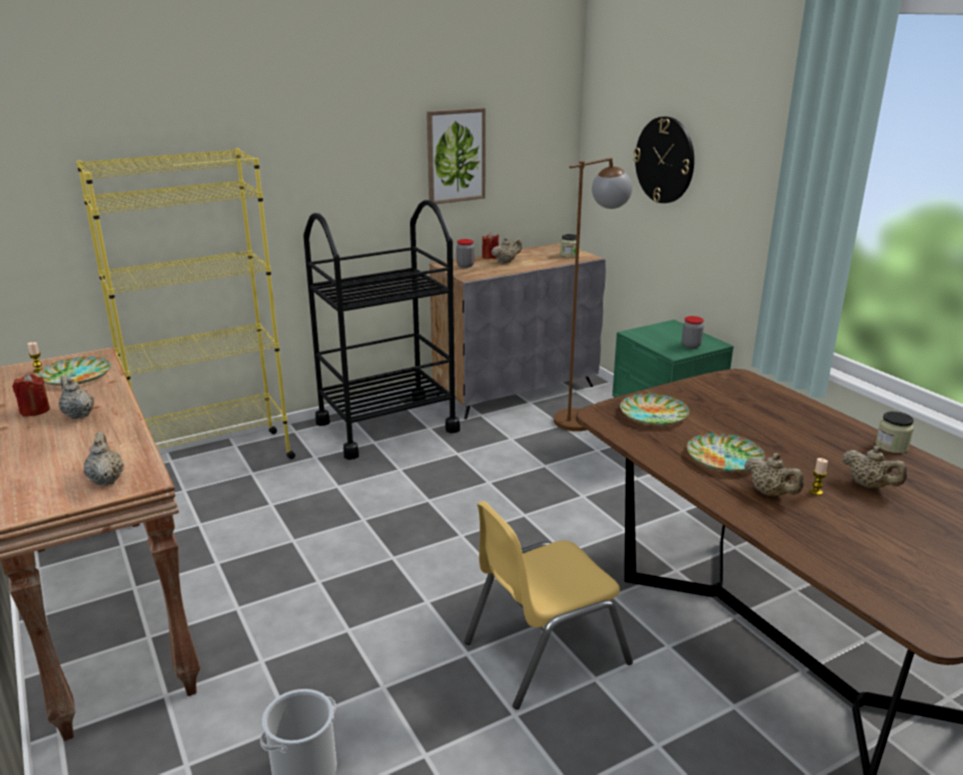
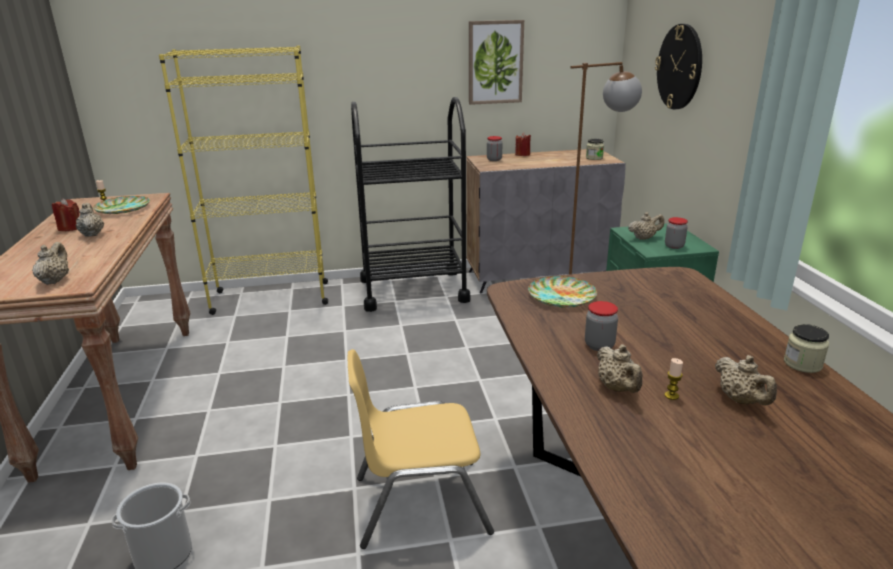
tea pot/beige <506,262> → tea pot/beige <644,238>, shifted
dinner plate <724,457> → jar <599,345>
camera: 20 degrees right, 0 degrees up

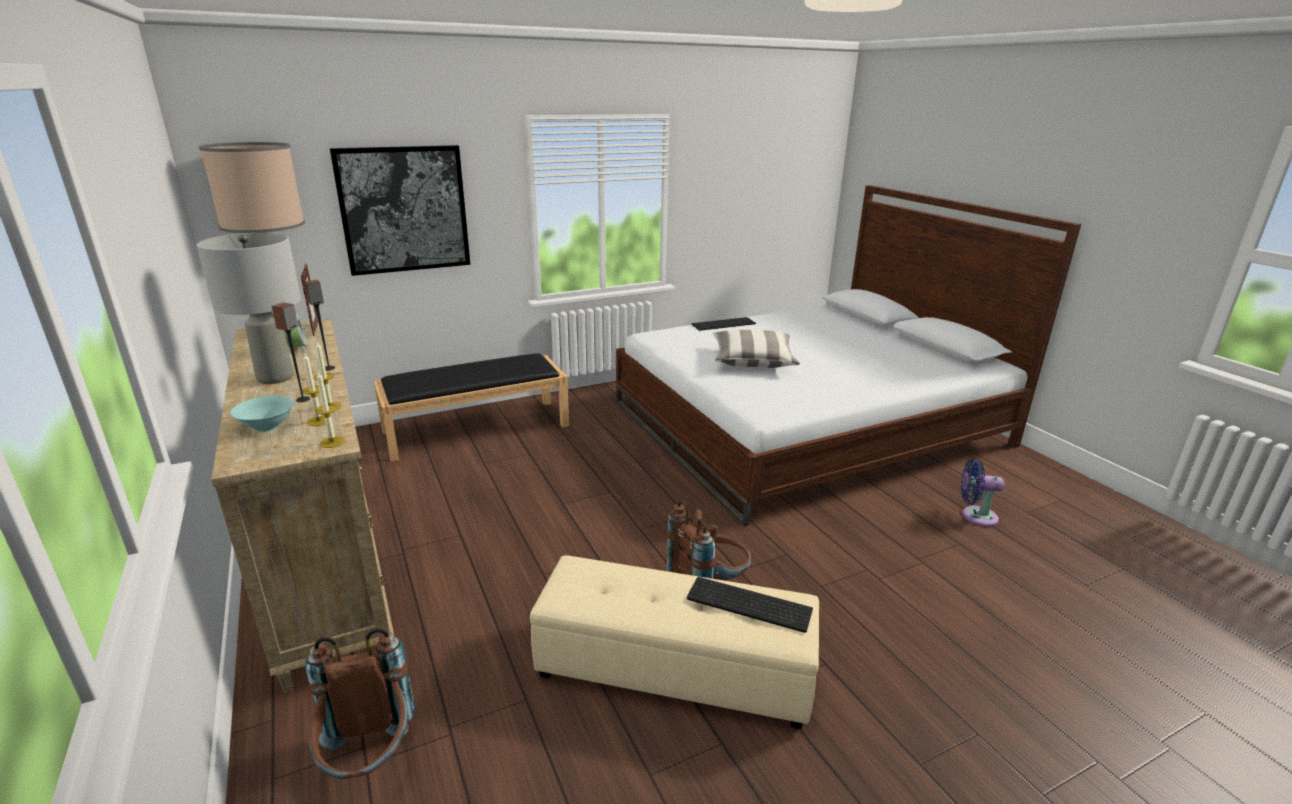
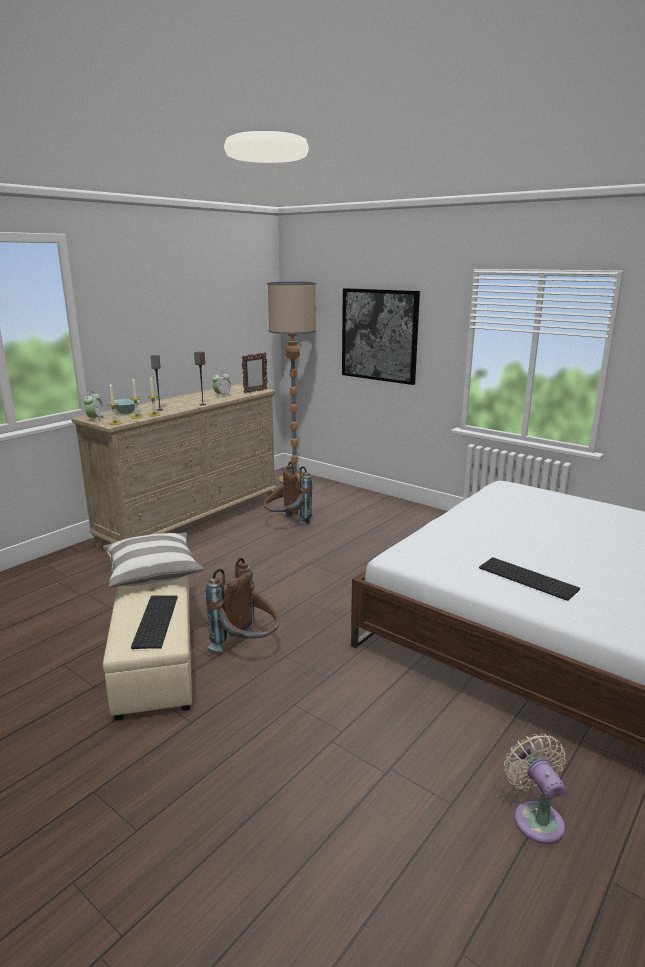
lamp for a table/greyish <276,377> → -
long seat/black <477,428> → -
- → table clock <95,419>
rucksack/brownish <369,762> → rucksack/brownish <287,523>, shifted
PC keyboard <723,324> → PC keyboard <529,578>, shifted
throw pillow <752,361> → throw pillow <153,572>, shifted
cooling fan/blue <975,516> → cooling fan/beige <536,817>
camera: 65 degrees right, 5 degrees down

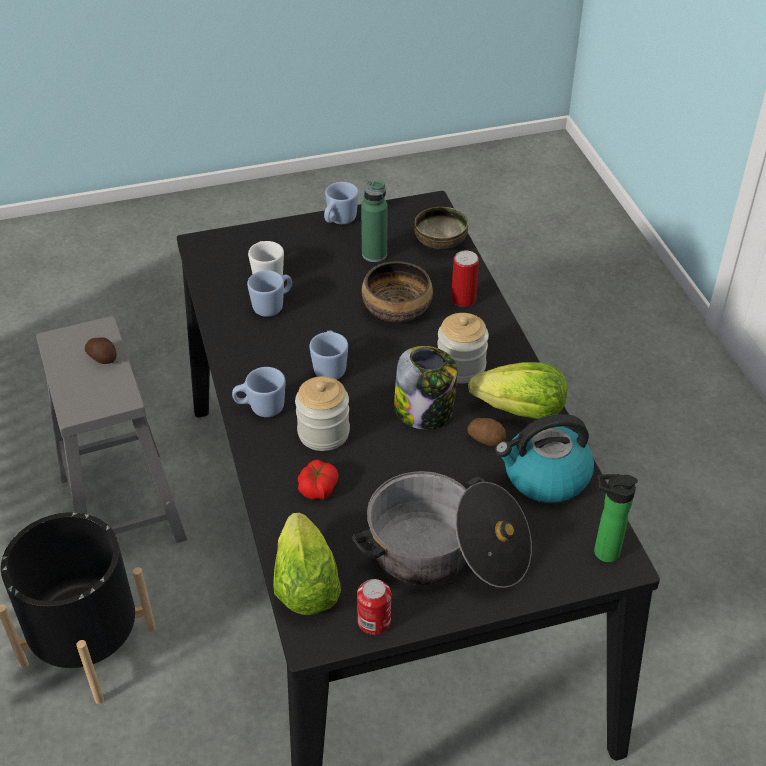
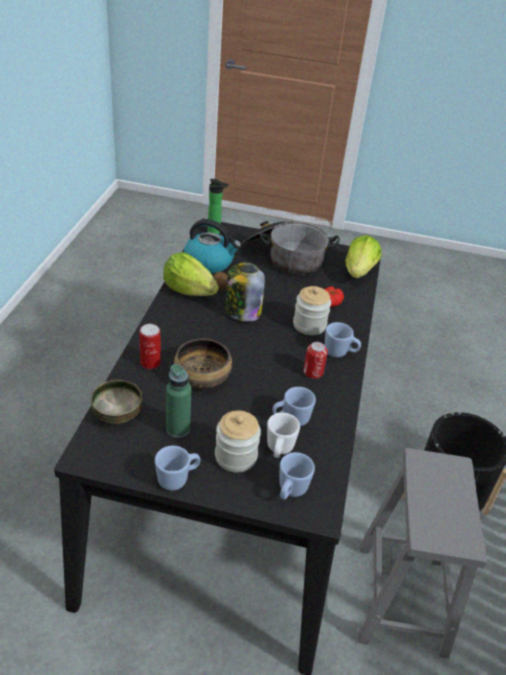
spud <102,357> → -
coffee mug/blue <330,367> → coffee mug/blue <290,491>, shifted
metal can <374,621> → metal can <313,372>, shifted
jar <461,367> → jar <236,456>, shifted
camera: 155 degrees left, 5 degrees down

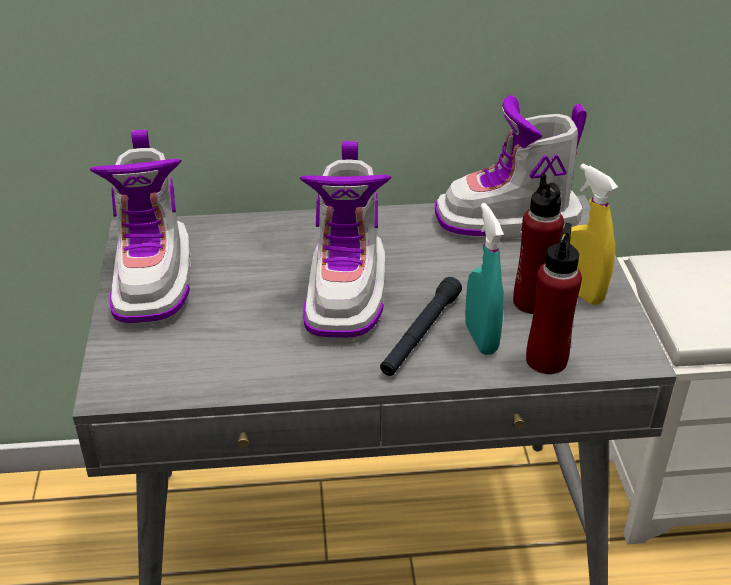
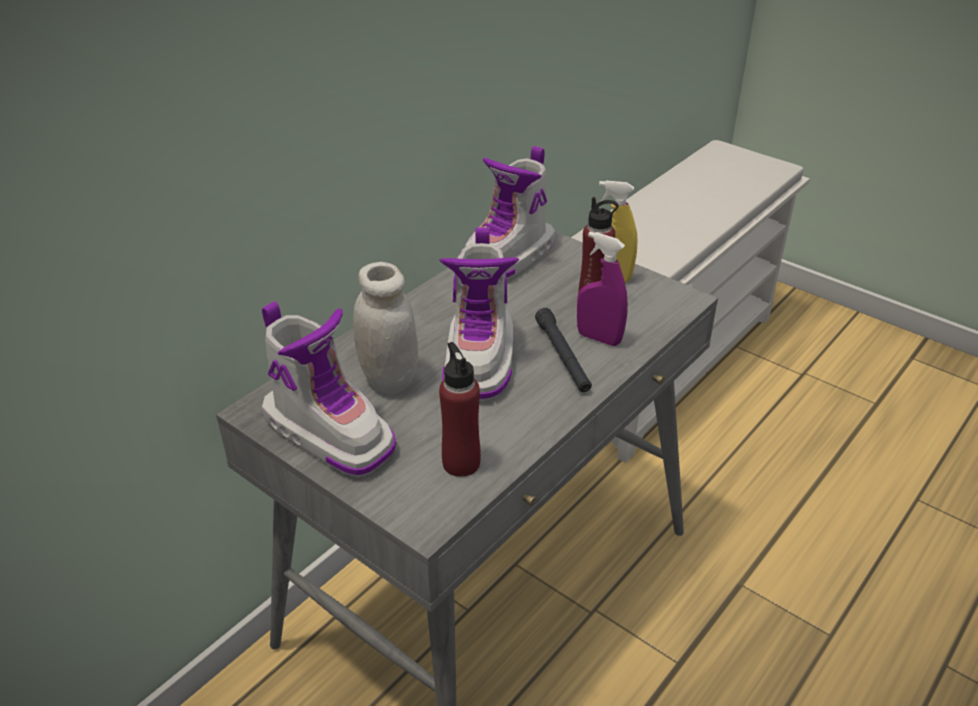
- → jar/white <389,379>
drink bottle/red-coloured <546,360> → drink bottle/red-coloured <461,463>, shifted
hand sprayer/blue-green <481,339> → hand sprayer/purple <599,338>
tall boot <347,293> → tall boot <480,359>, 45 degrees clockwise
camera: 45 degrees left, 0 degrees up

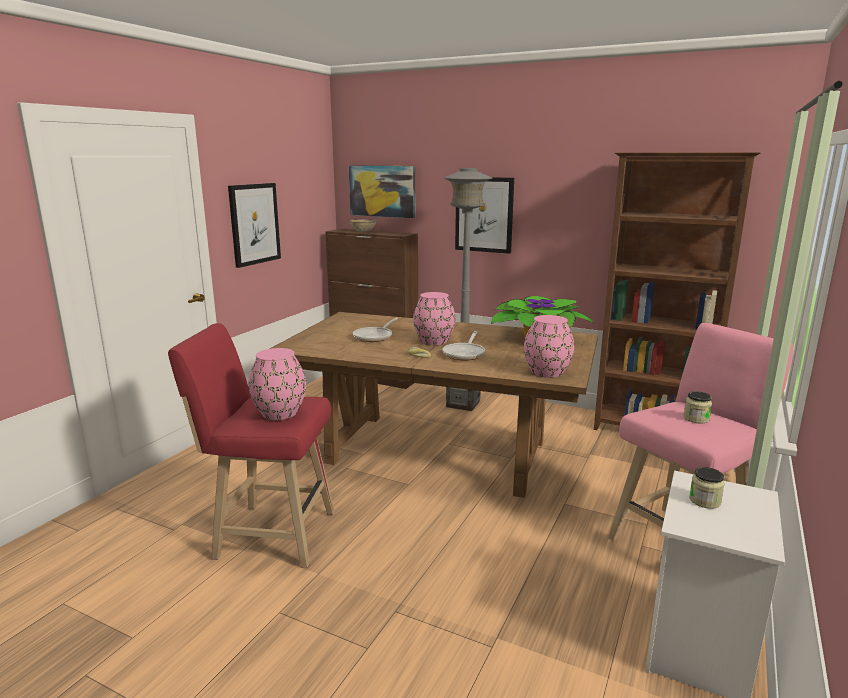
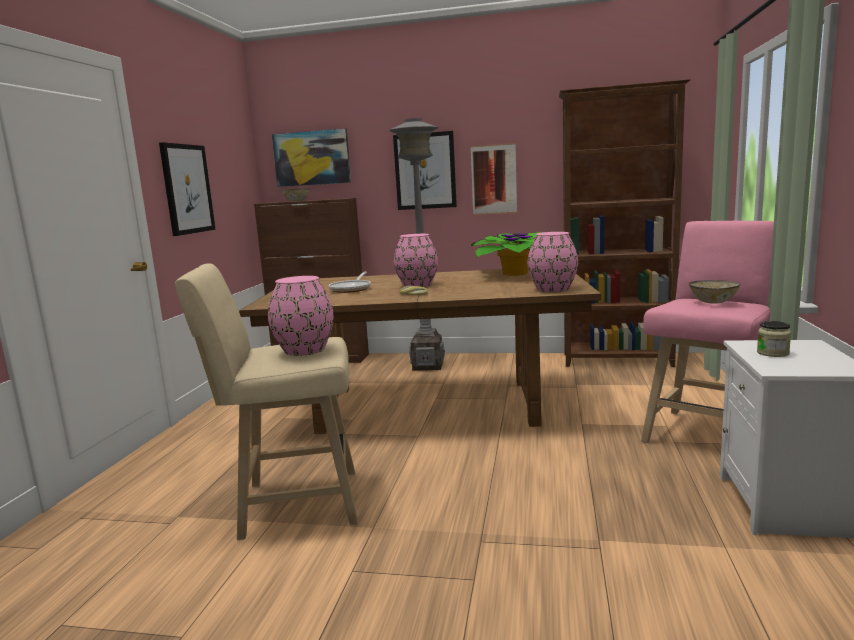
pan <465,354> → -
- → wall picture <494,179>
jar <696,418> → serving bowl <712,302>
stool seat/red-coloured <269,534> → stool seat/beige <292,504>
camera: 15 degrees left, 5 degrees down

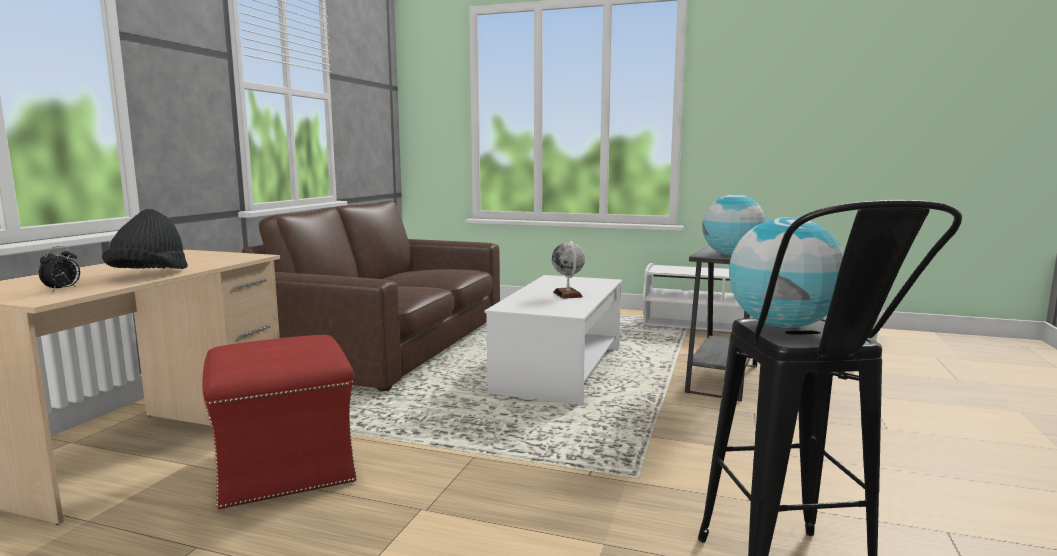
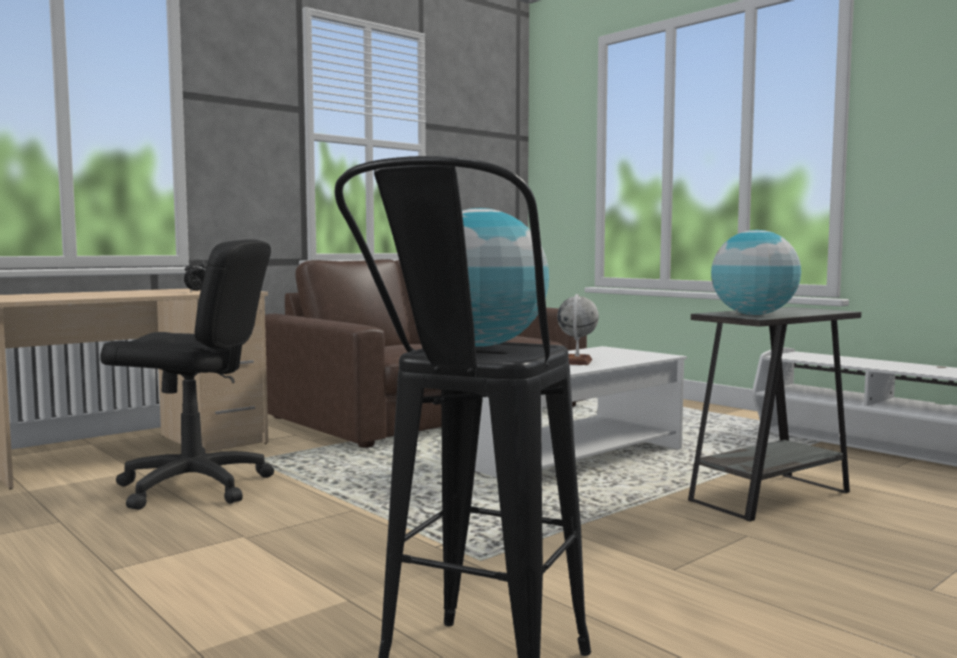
clothing hat/black <149,275> → -
table clock <62,289> → table clock <198,291>, shifted
footrest/red-coloured <285,468> → computer chair/black <193,487>
camera: 30 degrees right, 5 degrees down

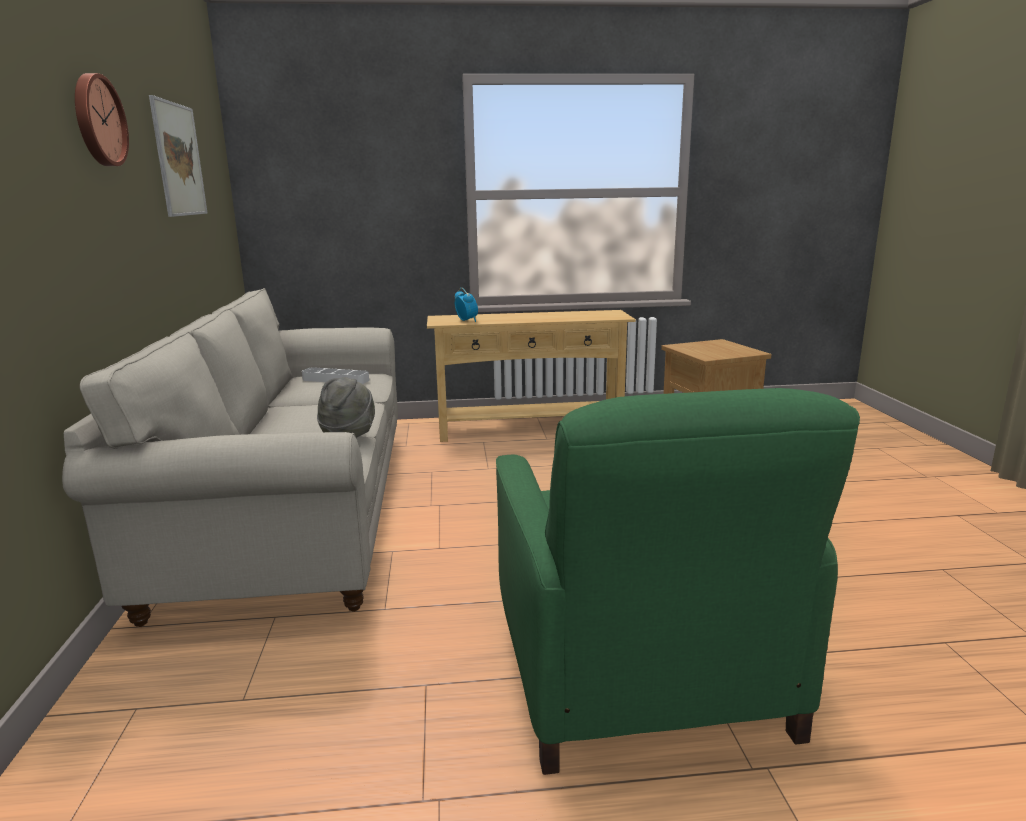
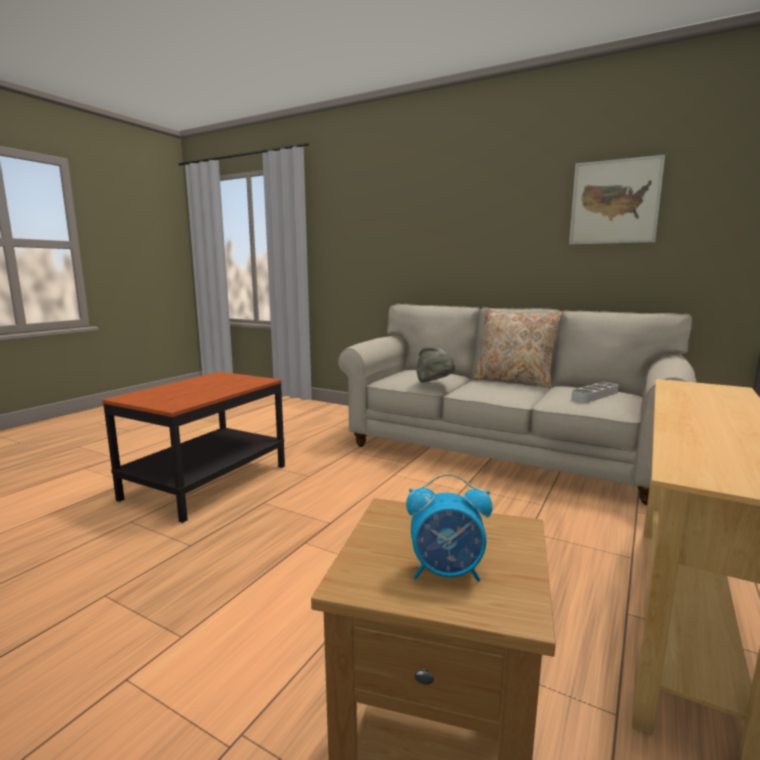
clock on the wall <97,120> → -
- → throw pillow/beige <514,381>
table clock <466,320> → table clock <447,572>, shifted
lounge chair/green <639,674> → accent table <206,482>
camera: 125 degrees right, 5 degrees down

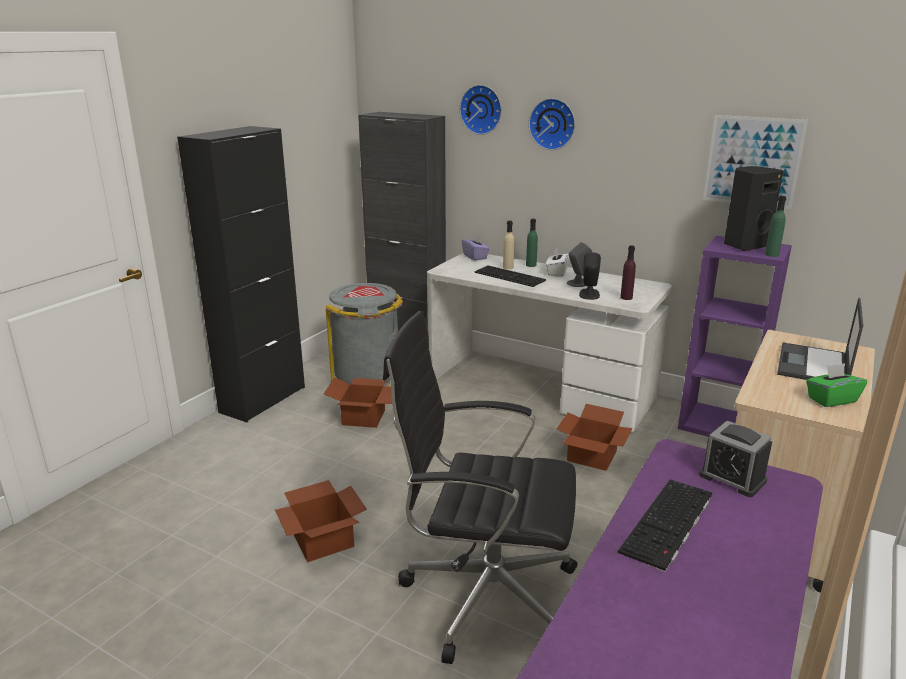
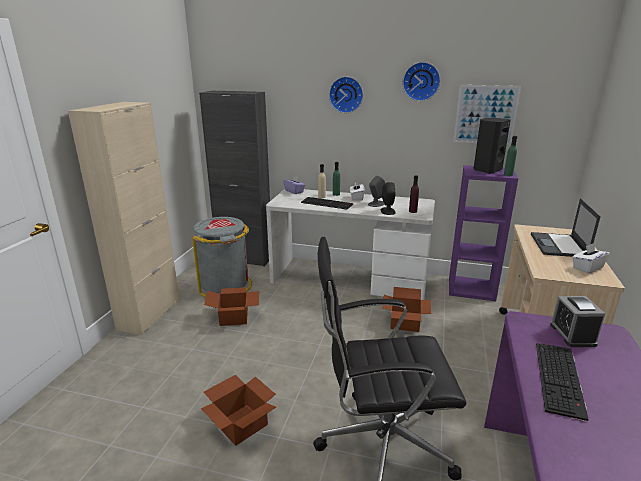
clock on the wall <482,109> → clock on the wall <421,81>, shifted
cupboard/black <263,399> → cupboard/beige <149,314>
tissue holder/green <831,399> → tissue holder/white <587,268>
table clock <732,478> → table clock <572,334>, 60 degrees clockwise
camera: 15 degrees left, 0 degrees up

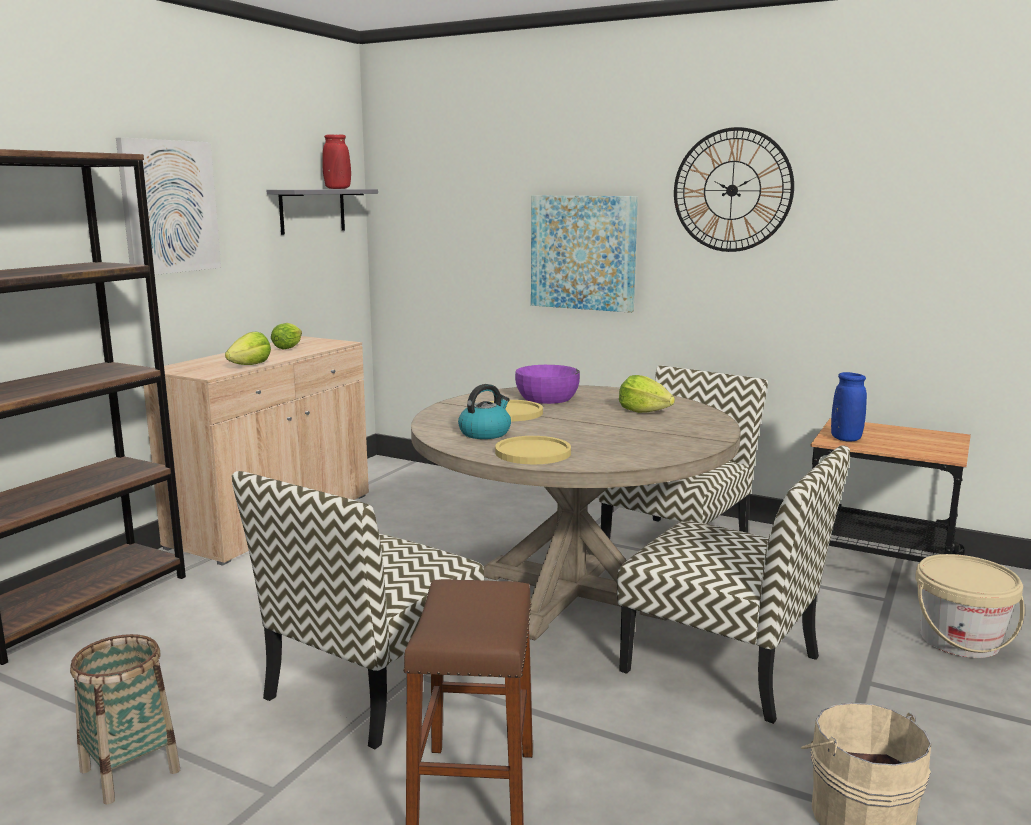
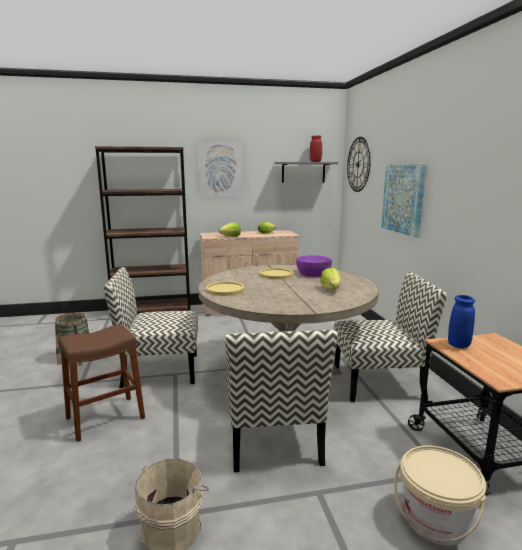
water kettle <485,433> → -
clock on the wall <732,190> → clock on the wall <358,164>, shifted
camera: 50 degrees right, 0 degrees up

